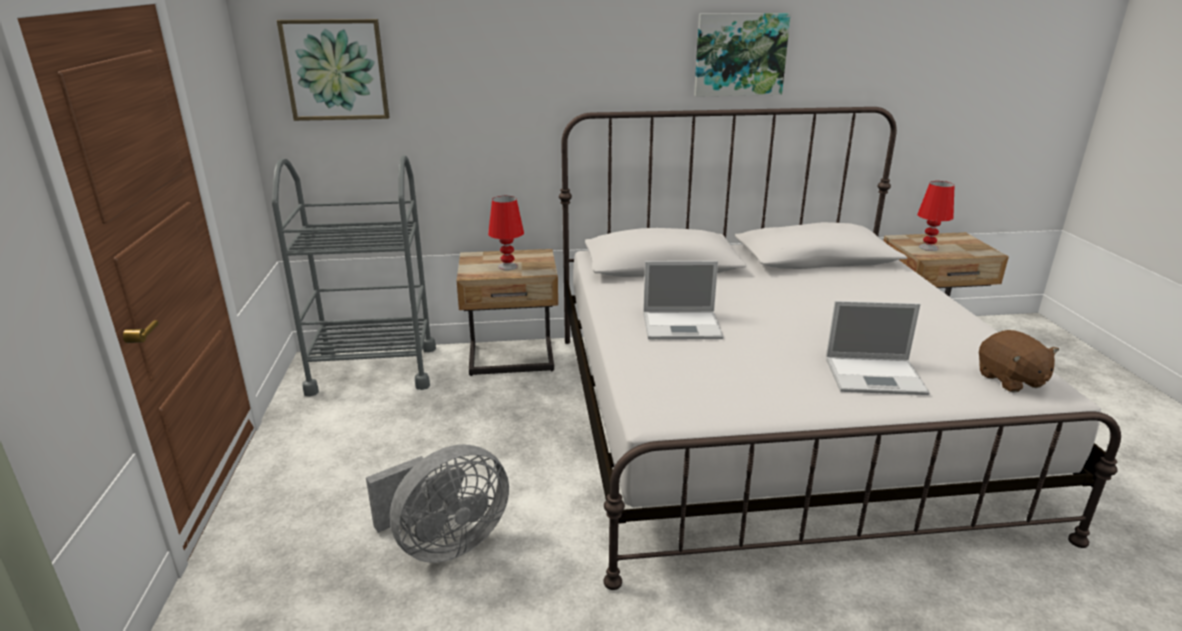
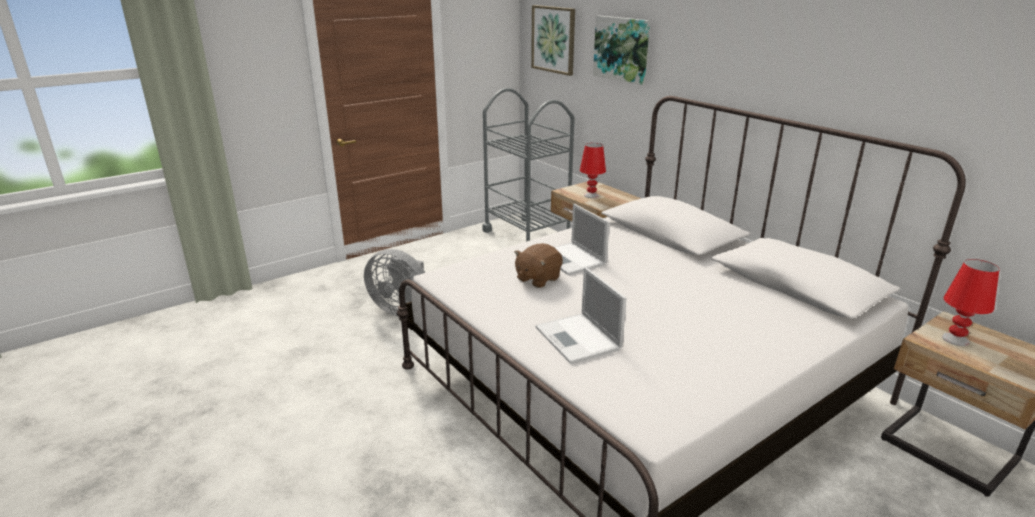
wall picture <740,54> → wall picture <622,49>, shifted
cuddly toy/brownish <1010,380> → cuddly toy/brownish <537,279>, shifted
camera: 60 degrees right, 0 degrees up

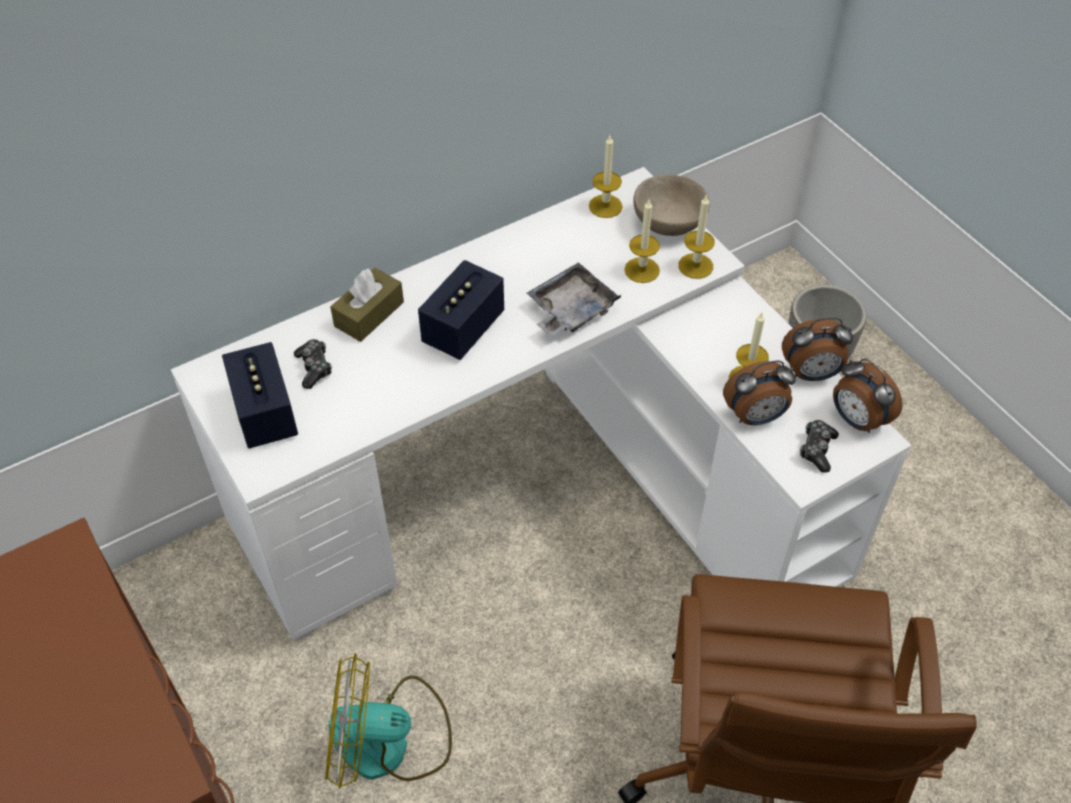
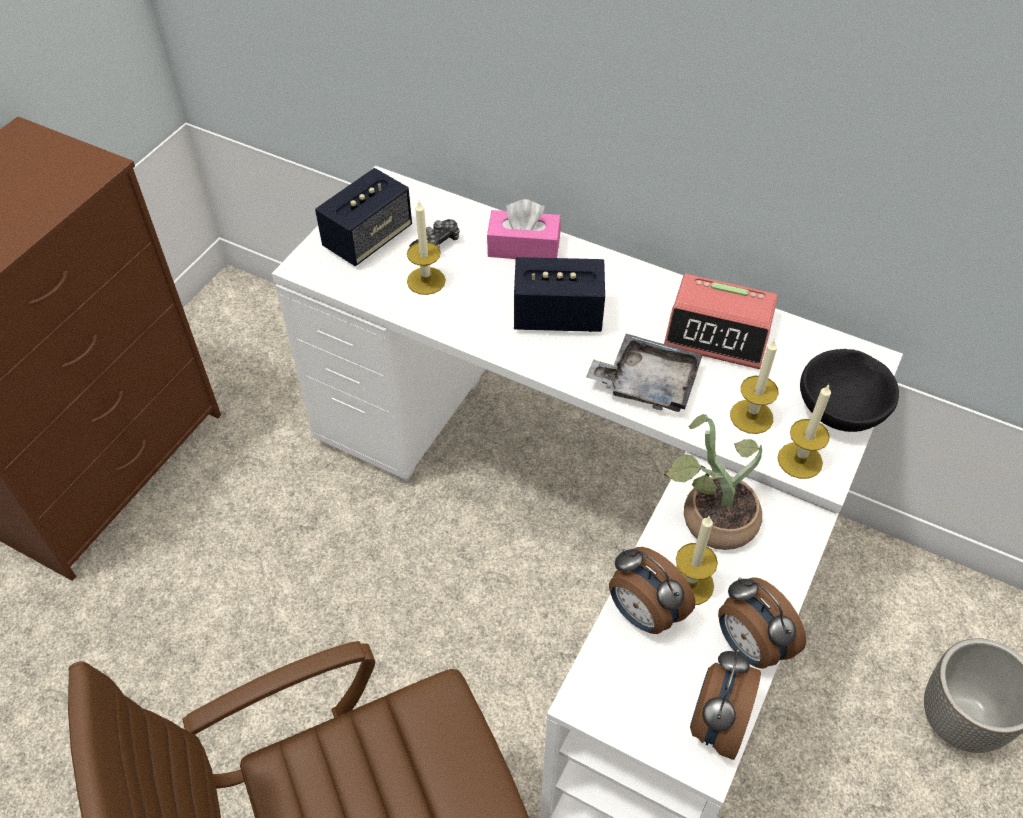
cooling fan <388,741> → -
joypad <817,449> → -
- → table clock <719,331>
- → potted plant <710,517>
candle <605,206> → candle <426,281>, shifted
tissue holder/brownish <369,314> → tissue holder/pink-coloured <523,247>
serving bowl/beige <669,223> → serving bowl/black <840,411>
camera: 60 degrees right, 0 degrees up

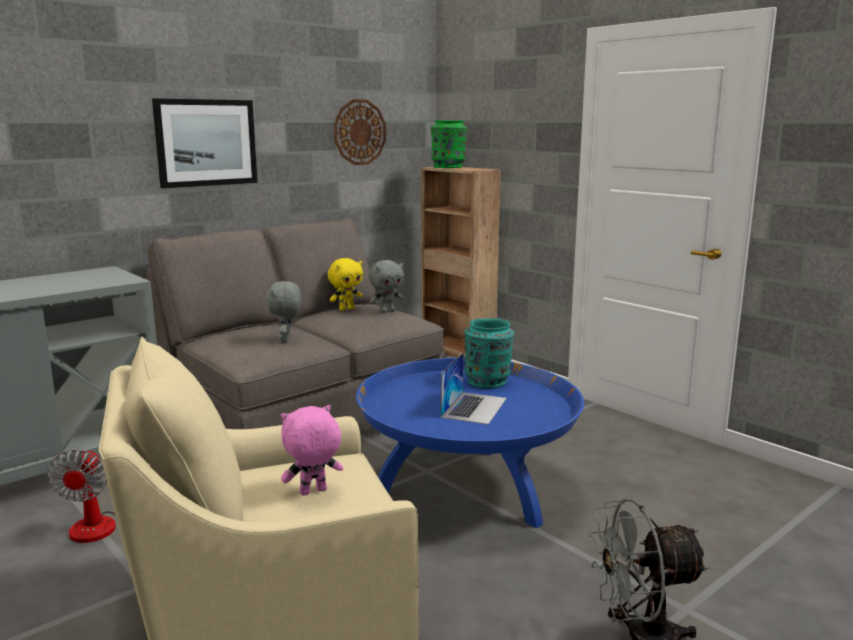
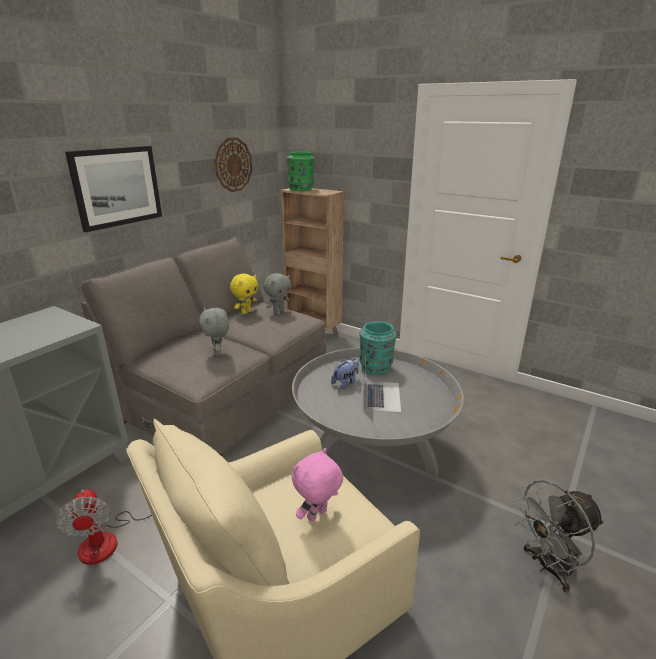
- → cuddly toy <346,383>
lounge table/blue <467,488> → lounge table/greyish <373,448>
camera: 15 degrees left, 10 degrees up

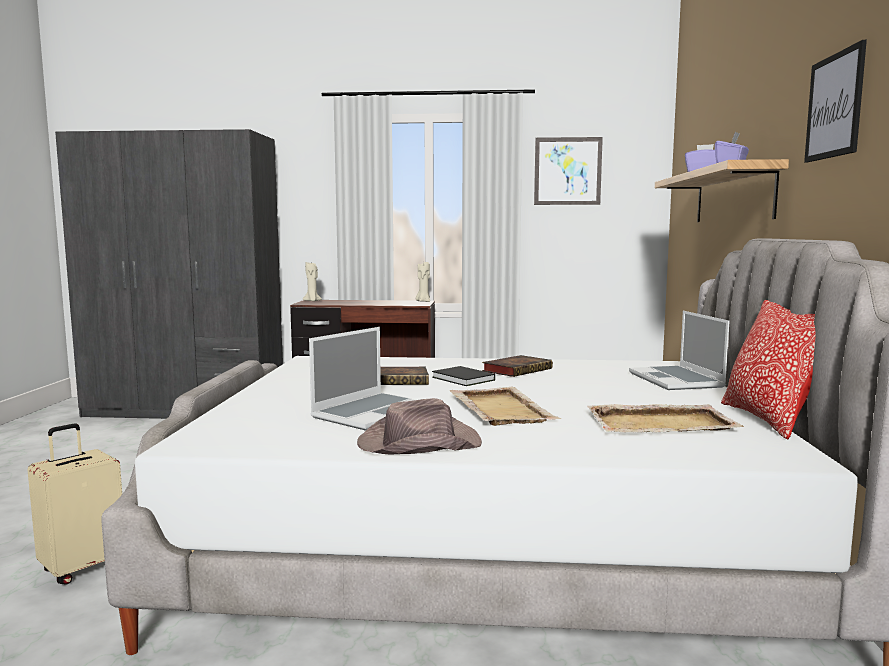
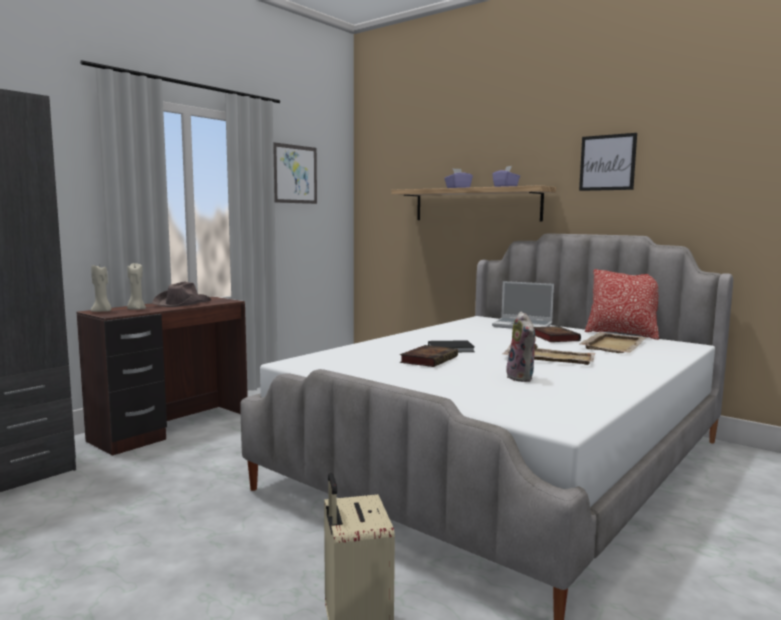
clothing hat/brownish <417,443> → clothing hat/brownish <182,303>, shifted
candle/beige <423,301> → candle/beige <136,309>, shifted
volume <518,370> → volume <553,337>, shifted
portable computer <372,413> → cuddly toy <522,378>
camera: 55 degrees left, 0 degrees up

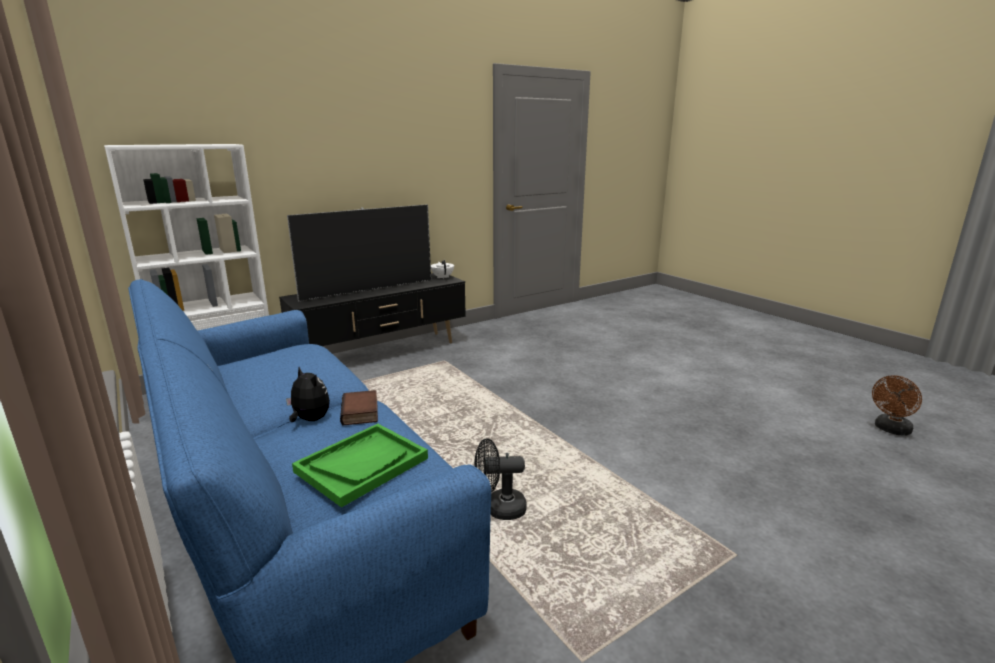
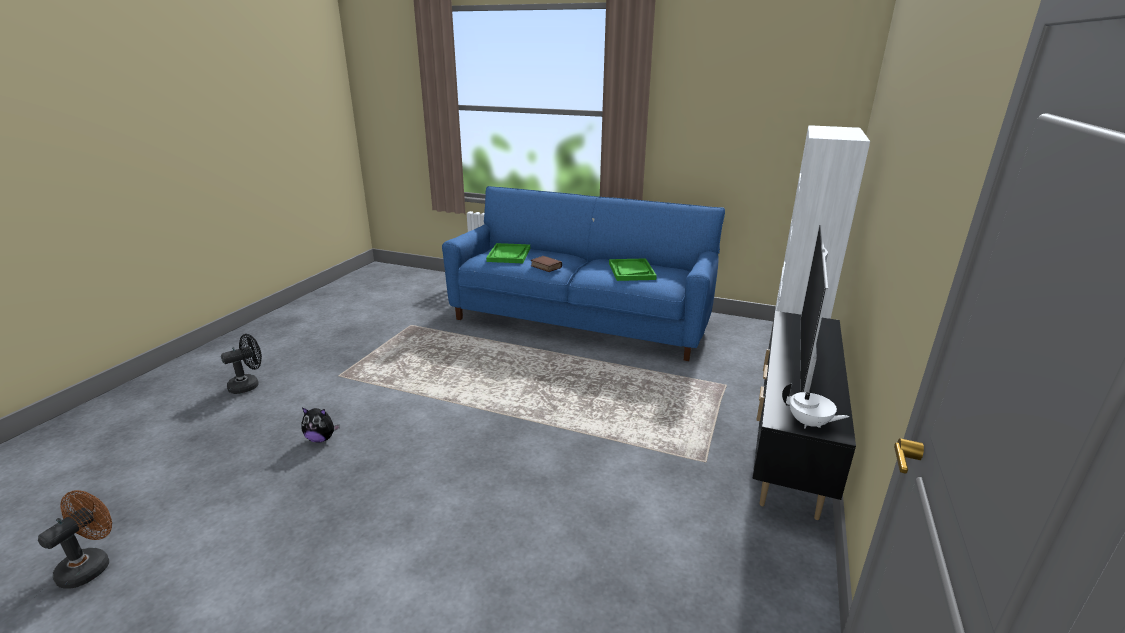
- → serving tray/green <631,271>
cuddly toy <309,420> → cuddly toy <321,439>, shifted
cooling fan/black <499,509> → cooling fan/black <249,385>, shifted
camera: 145 degrees right, 5 degrees up

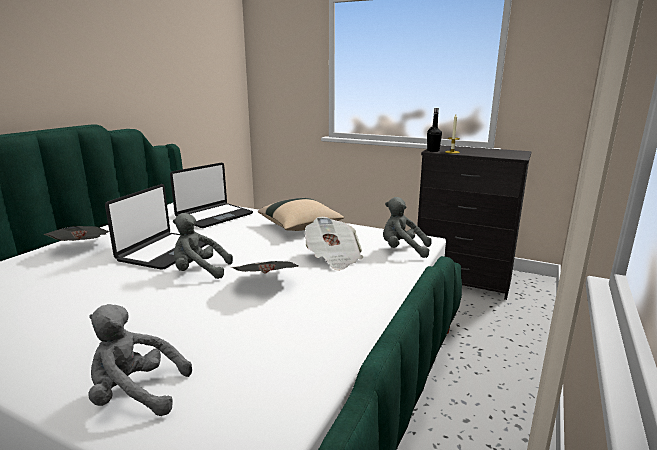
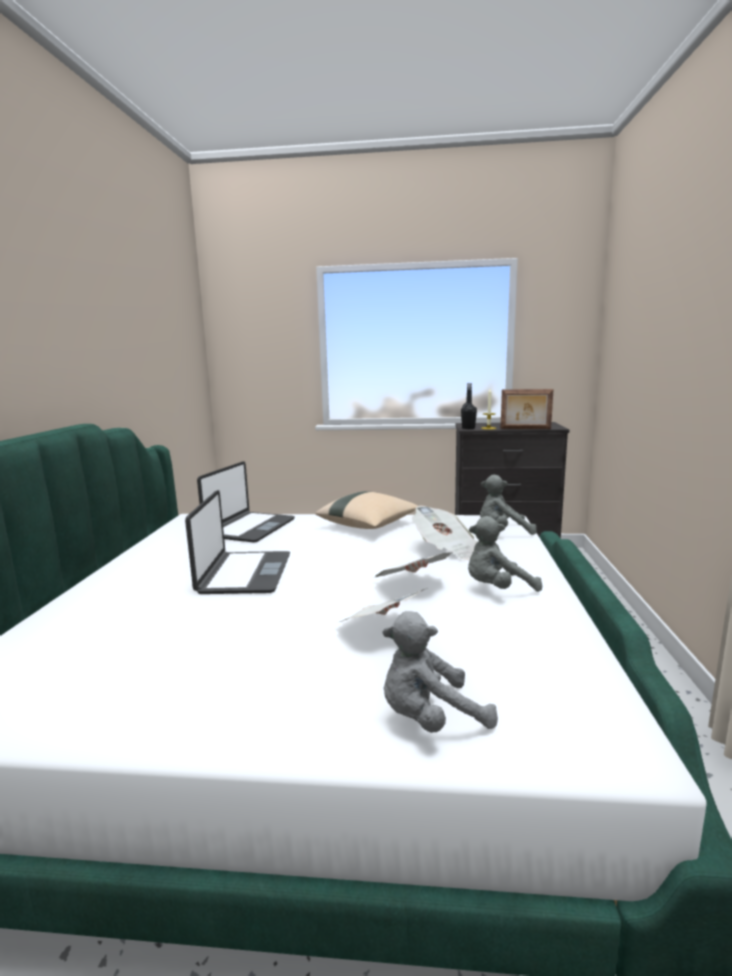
- → standing frame <525,429>
printed paper <82,248> → printed paper <380,629>, shifted
cuddly toy/greyish <199,271> → cuddly toy/greyish <497,589>, shifted
camera: 20 degrees left, 5 degrees down

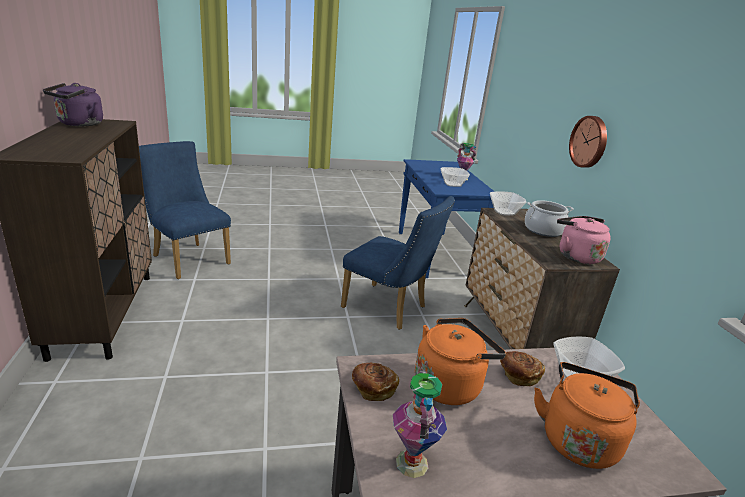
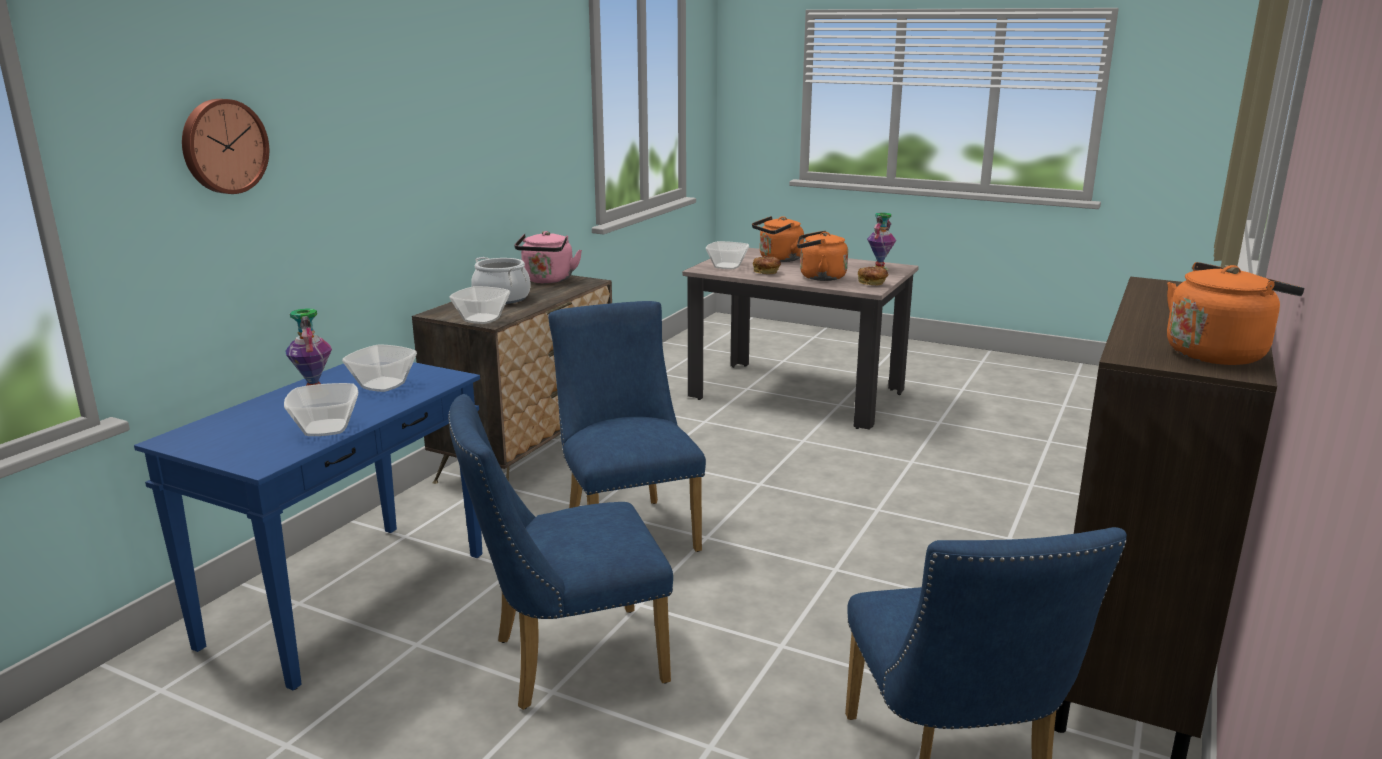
- → serving bowl <327,428>
- → chair/blue <566,661>
clock on the wall <589,142> → clock on the wall <223,146>, shifted
water kettle/purple <79,124> → water kettle/orangey <1218,354>
camera: 140 degrees left, 5 degrees down

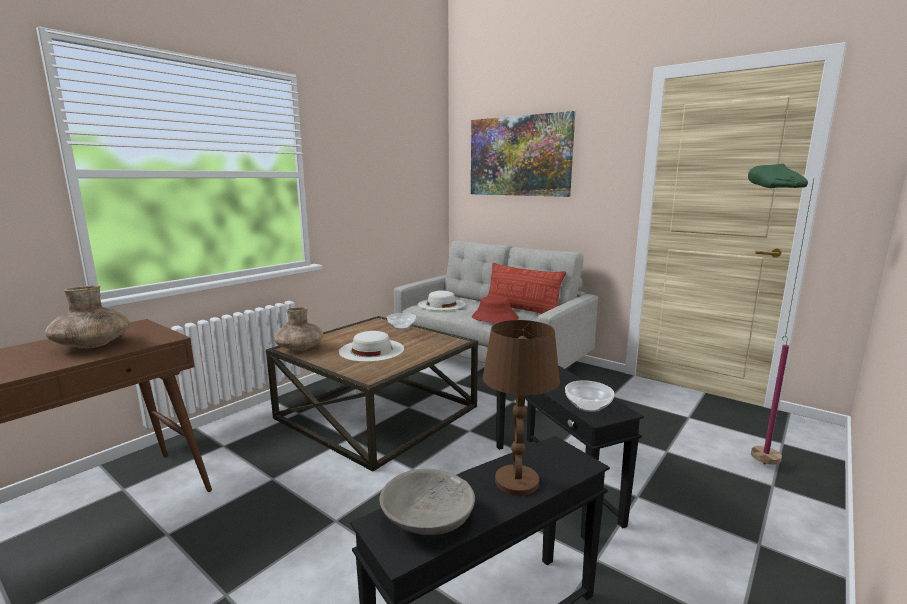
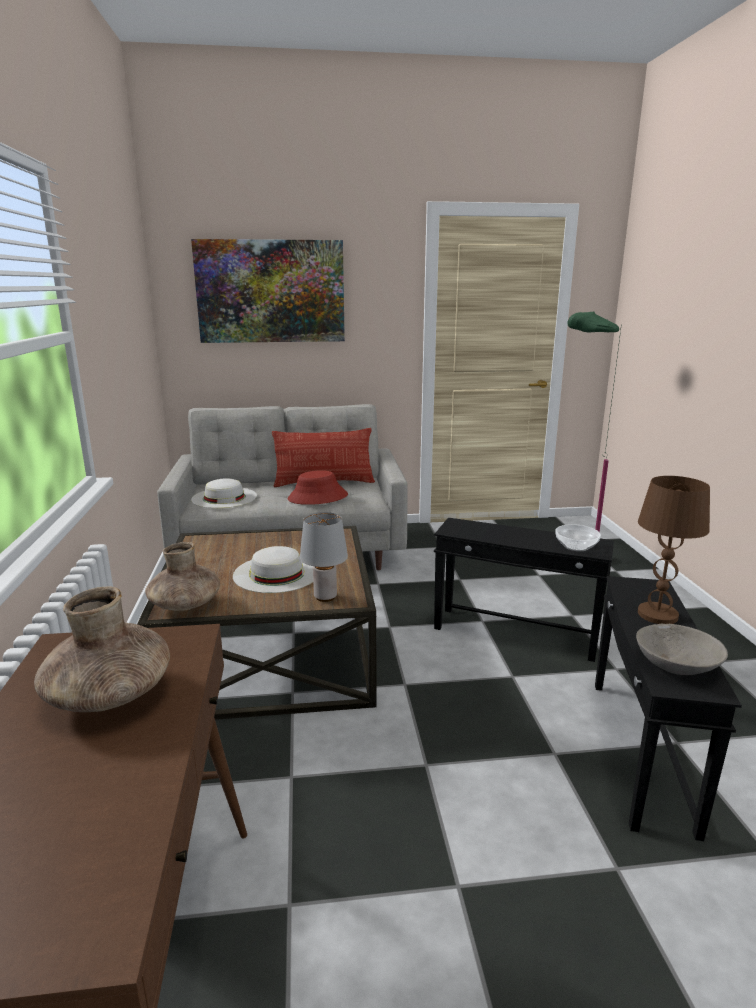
serving bowl <401,326> → -
- → lamp for a table/greyish <324,597>
camera: 45 degrees left, 5 degrees up

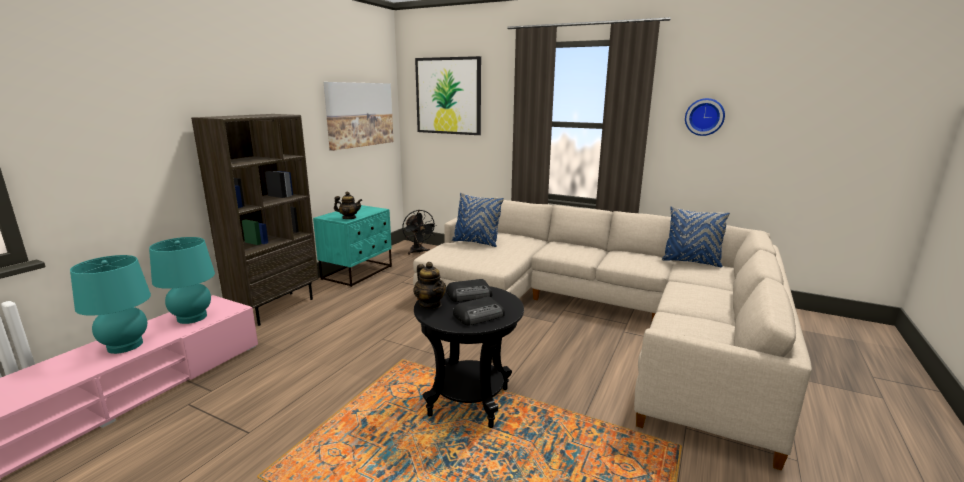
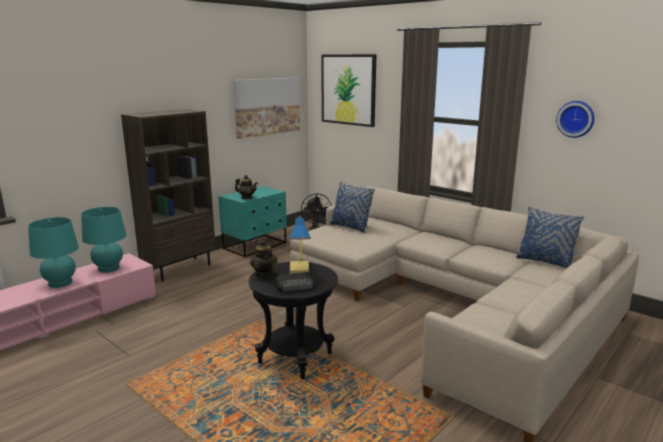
radio receiver <470,295> → lamp for a table <300,270>
camera: 15 degrees right, 0 degrees up

